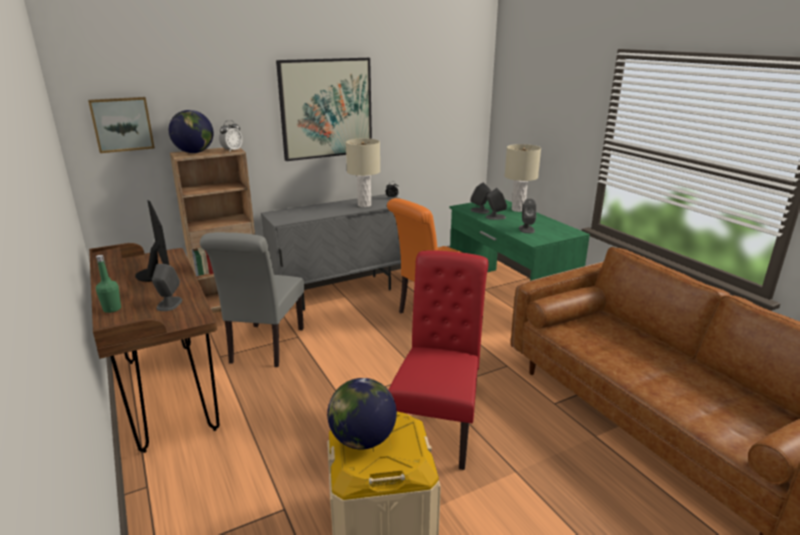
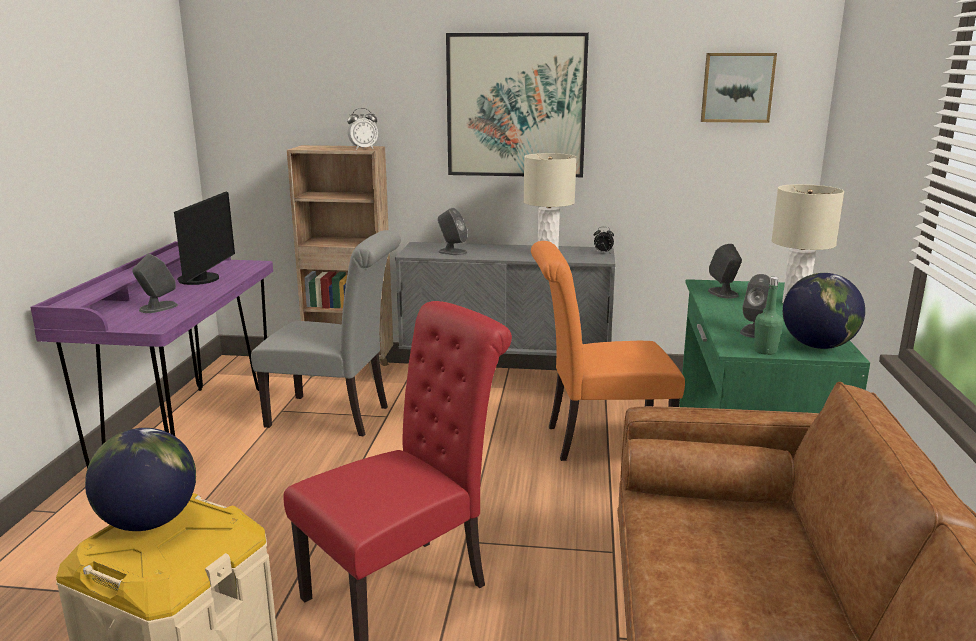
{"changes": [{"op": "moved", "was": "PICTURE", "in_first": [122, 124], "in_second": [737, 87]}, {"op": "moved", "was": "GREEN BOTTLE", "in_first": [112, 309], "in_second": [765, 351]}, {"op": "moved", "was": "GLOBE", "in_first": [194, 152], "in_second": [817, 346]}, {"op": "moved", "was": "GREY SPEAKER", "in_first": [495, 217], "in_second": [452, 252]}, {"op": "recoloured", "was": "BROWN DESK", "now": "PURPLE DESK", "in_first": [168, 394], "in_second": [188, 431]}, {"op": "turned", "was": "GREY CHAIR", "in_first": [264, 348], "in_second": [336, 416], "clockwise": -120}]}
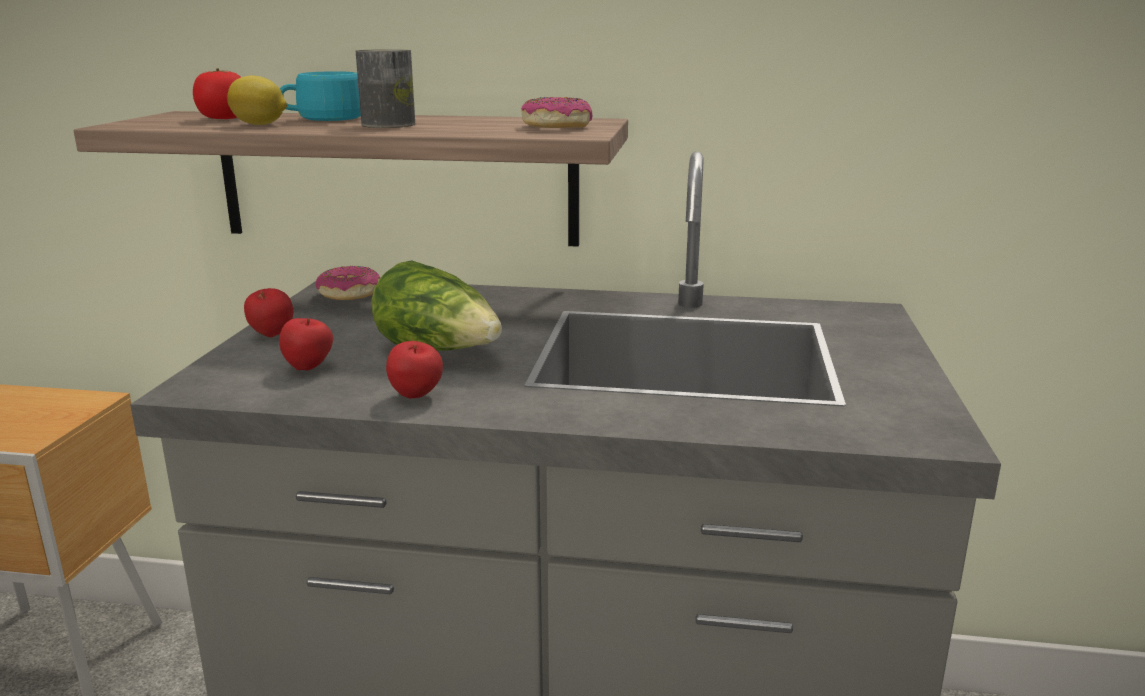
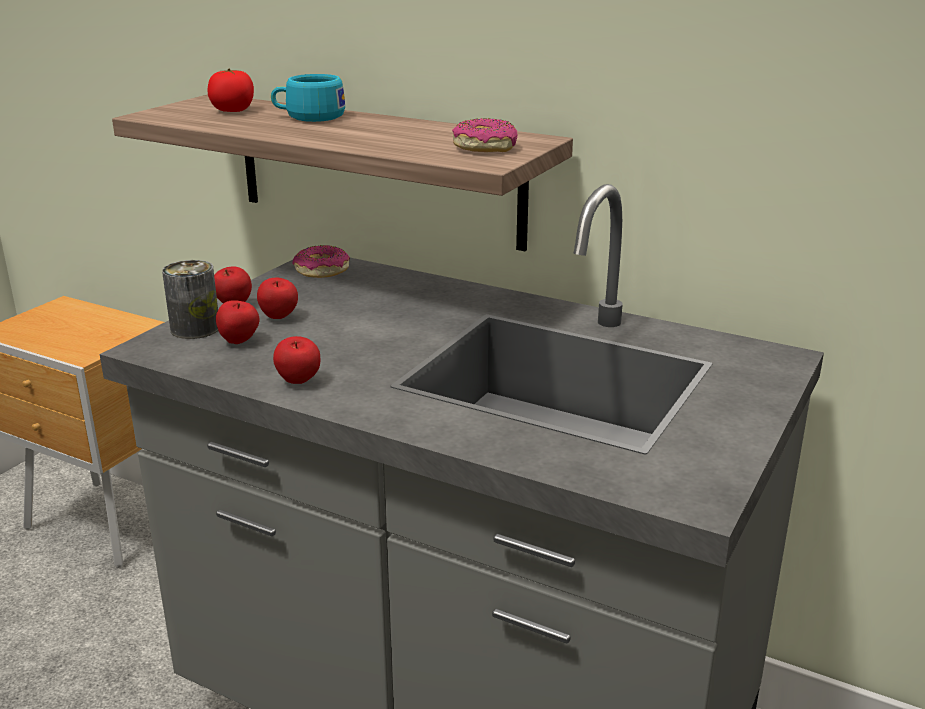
{"changes": [{"op": "removed", "was": "LEMON", "in_first": [260, 124]}, {"op": "removed", "was": "LETTUCE", "in_first": [439, 351]}, {"op": "added", "now": "APPLE", "in_second": [279, 318]}, {"op": "moved", "was": "CAN", "in_first": [388, 124], "in_second": [195, 328]}]}
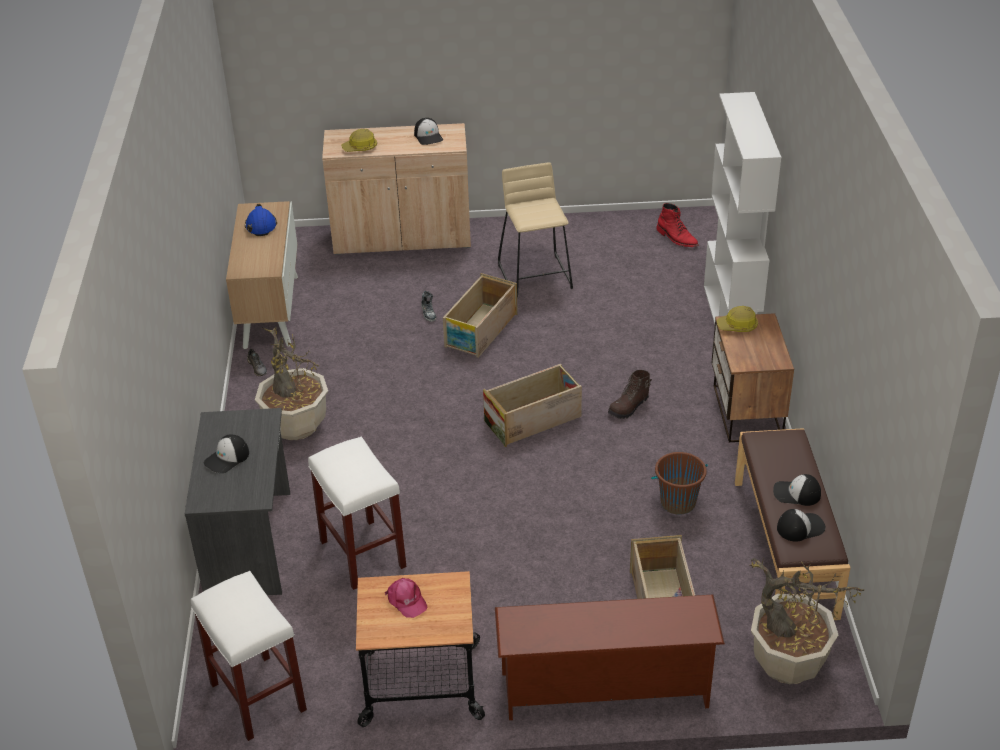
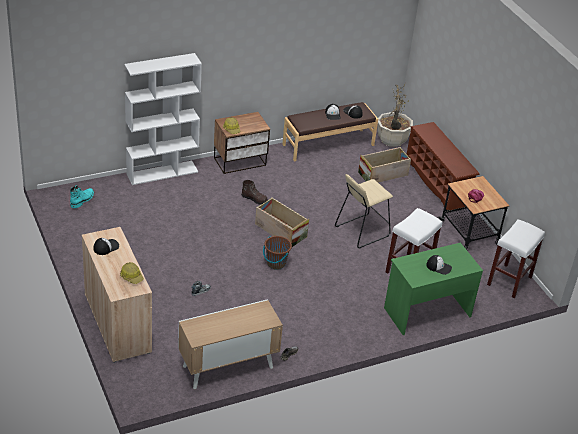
{"changes": [{"op": "removed", "was": "BLUE HARD HAT", "in_first": [261, 226]}, {"op": "removed", "was": "POTTED PLANT", "in_first": [297, 426]}, {"op": "removed", "was": "CRATE", "in_first": [480, 331]}, {"op": "moved", "was": "BEIGE STOOL", "in_first": [536, 276], "in_second": [362, 231]}, {"op": "moved", "was": "BROWN BUCKET", "in_first": [678, 502], "in_second": [276, 263]}, {"op": "recoloured", "was": "GREY DESK", "now": "GREEN DESK", "in_first": [251, 543], "in_second": [426, 311]}, {"op": "recoloured", "was": "RED BOOT", "now": "TURQUOISE BOOT", "in_first": [677, 238], "in_second": [82, 200]}]}
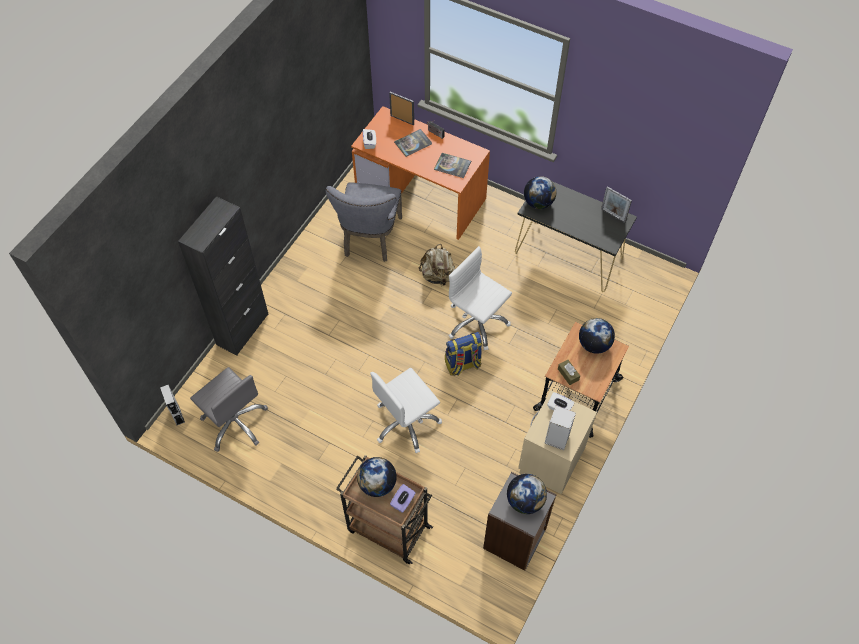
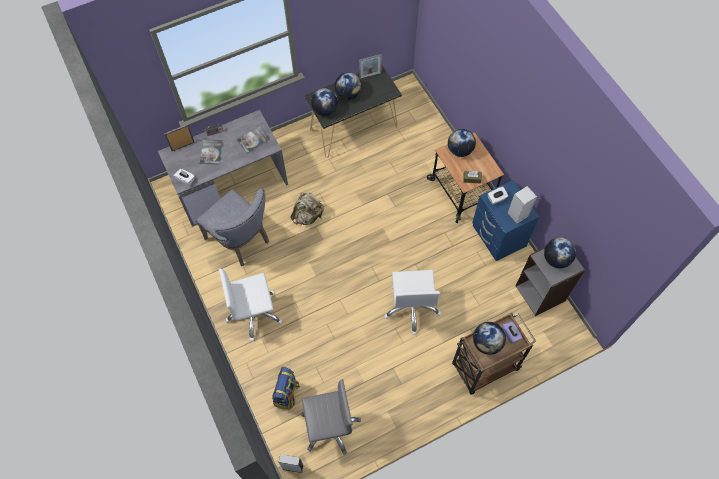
{"changes": [{"op": "removed", "was": "BLACK CABINET", "in_first": [242, 329]}, {"op": "added", "now": "GLOBE", "in_second": [348, 94]}, {"op": "moved", "was": "BACKPACK", "in_first": [462, 364], "in_second": [287, 394]}, {"op": "moved", "was": "WHITE OFFICE CHAIR", "in_first": [476, 323], "in_second": [254, 313]}, {"op": "recoloured", "was": "ORANGE DESK", "now": "GREY DESK", "in_first": [422, 196], "in_second": [231, 184]}, {"op": "recoloured", "was": "BEIGE NIGHTSTAND", "now": "BLUE NIGHTSTAND", "in_first": [551, 459], "in_second": [498, 236]}]}
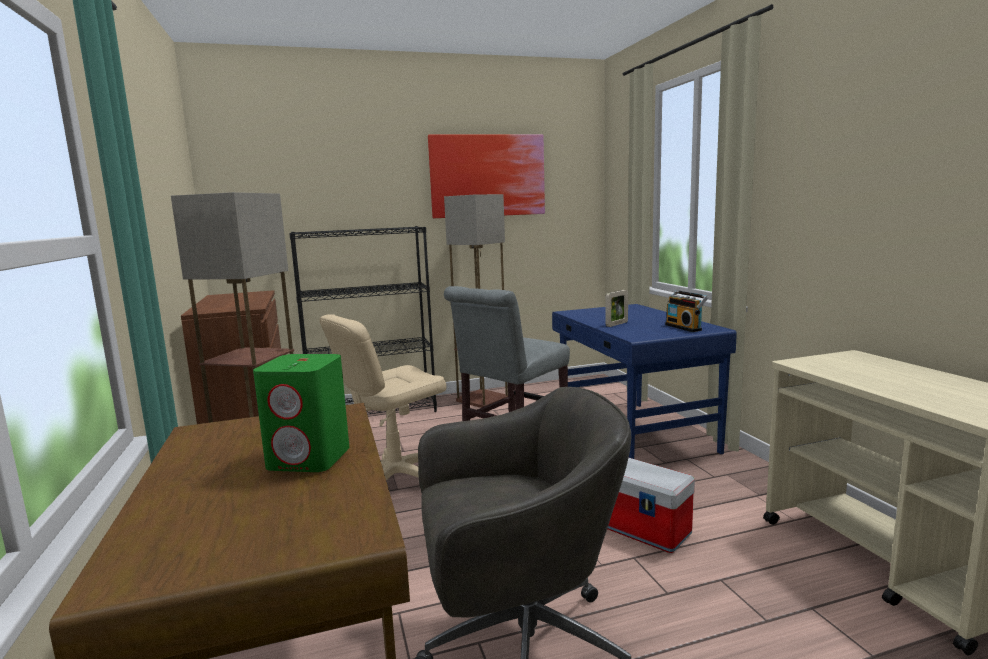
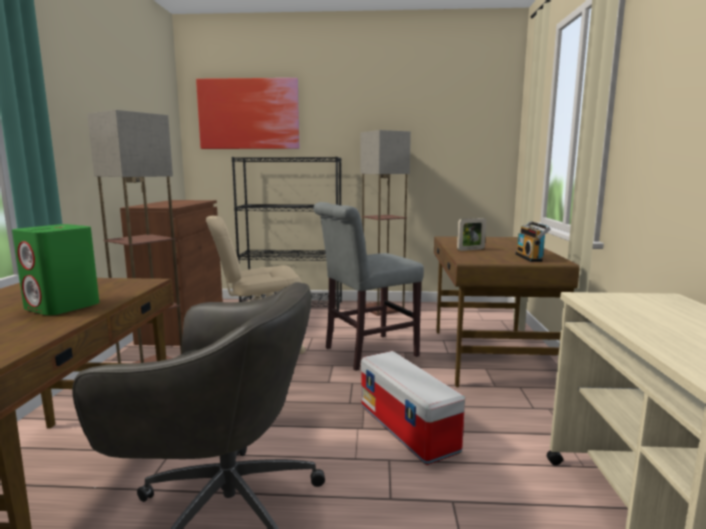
{"changes": [{"op": "moved", "was": "PICTURE", "in_first": [487, 176], "in_second": [249, 114]}, {"op": "recoloured", "was": "BLUE DESK", "now": "BROWN DESK", "in_first": [634, 434], "in_second": [488, 356]}]}
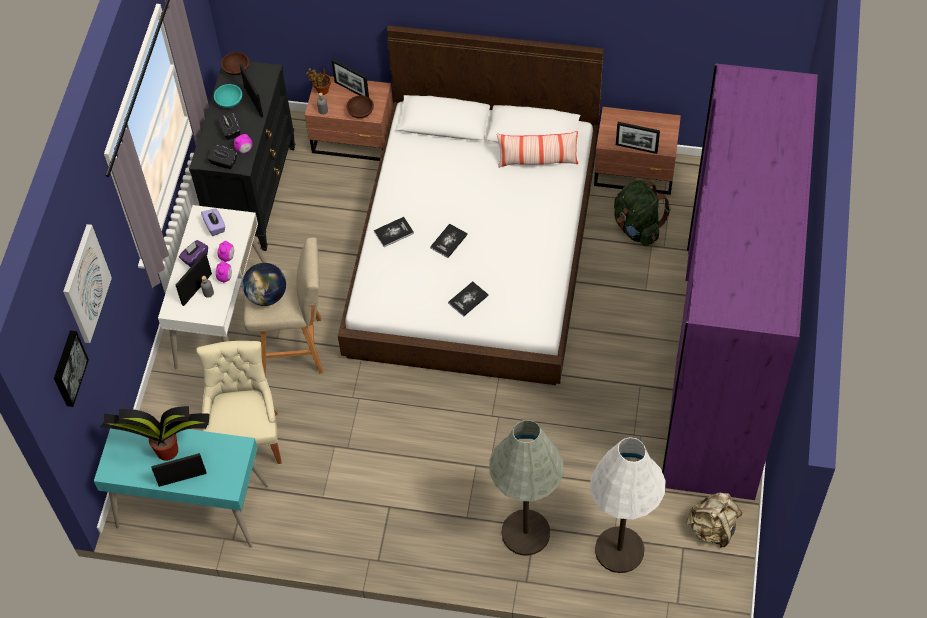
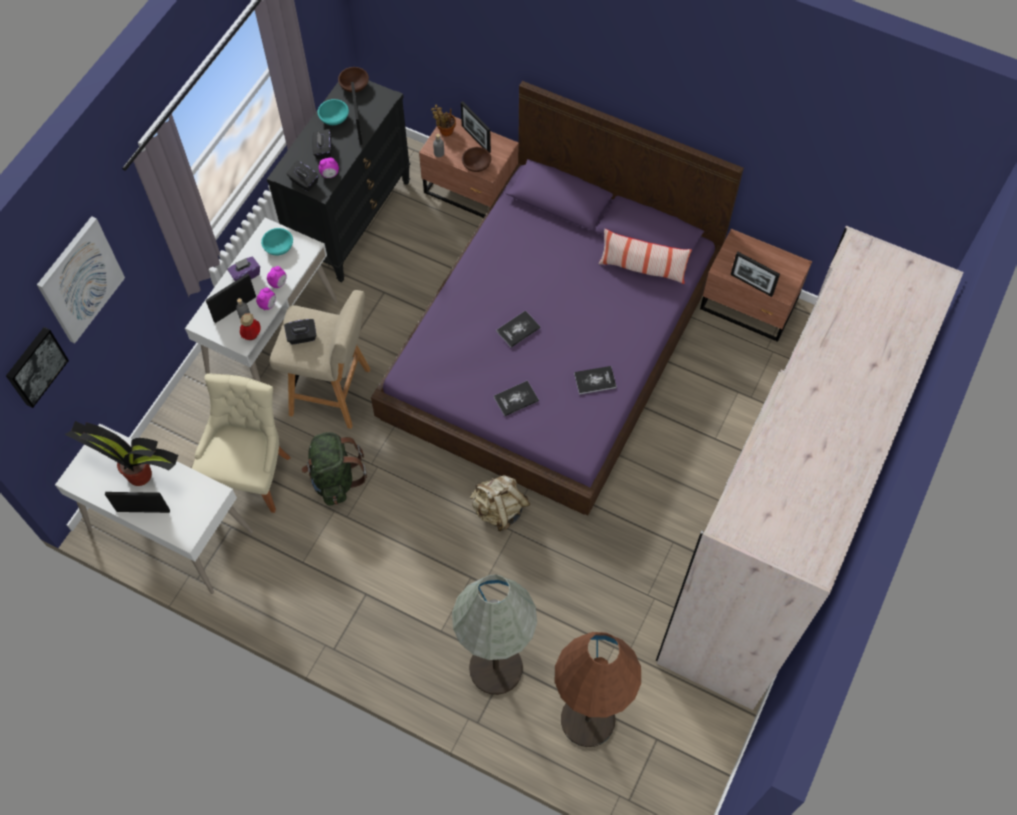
{"changes": [{"op": "added", "now": "BOTTLE", "in_second": [251, 334]}, {"op": "moved", "was": "BOOK", "in_first": [394, 232], "in_second": [595, 380]}, {"op": "moved", "was": "GREEN BACKPACK", "in_first": [637, 227], "in_second": [335, 478]}, {"op": "moved", "was": "BEIGE BACKPACK", "in_first": [712, 528], "in_second": [499, 510]}, {"op": "replaced", "was": "PURPLE TISSUE BOX", "now": "TURQUOISE BOWL", "in_first": [215, 226], "in_second": [278, 247]}, {"op": "replaced", "was": "GLOBE", "now": "BLACK TISSUE BOX", "in_first": [267, 295], "in_second": [302, 337]}, {"op": "recoloured", "was": "TURQUOISE DESK", "now": "WHITE DESK", "in_first": [192, 507], "in_second": [170, 531]}, {"op": "recoloured", "was": "WHITE BED", "now": "PURPLE BED", "in_first": [475, 247], "in_second": [553, 340]}, {"op": "recoloured", "was": "WHITE FLOOR LAMP", "now": "BROWN FLOOR LAMP", "in_first": [619, 550], "in_second": [587, 719]}, {"op": "recoloured", "was": "PURPLE WARDROBE", "now": "BEIGE WARDROBE", "in_first": [719, 370], "in_second": [764, 552]}]}
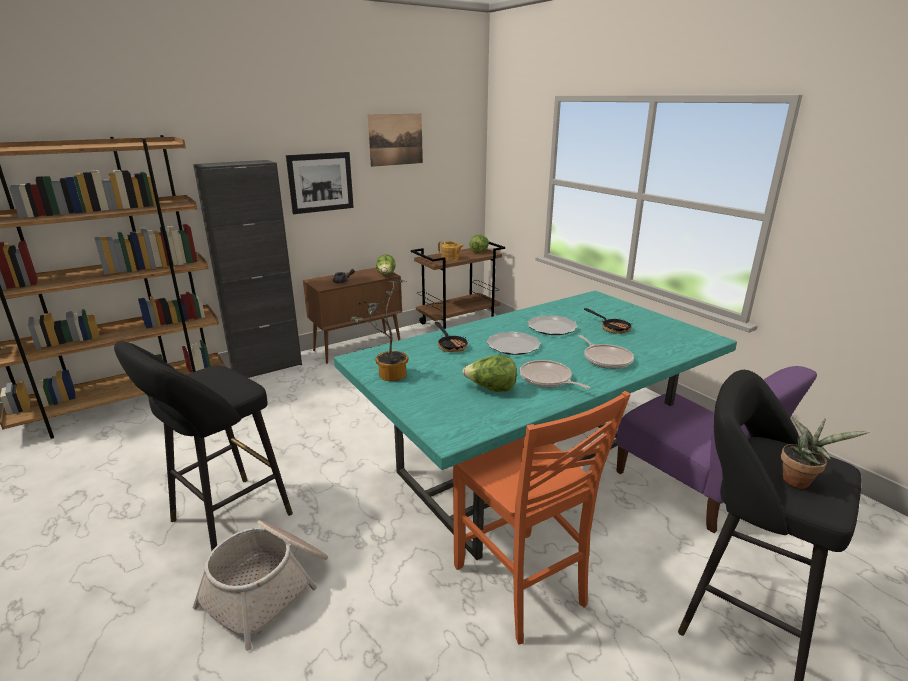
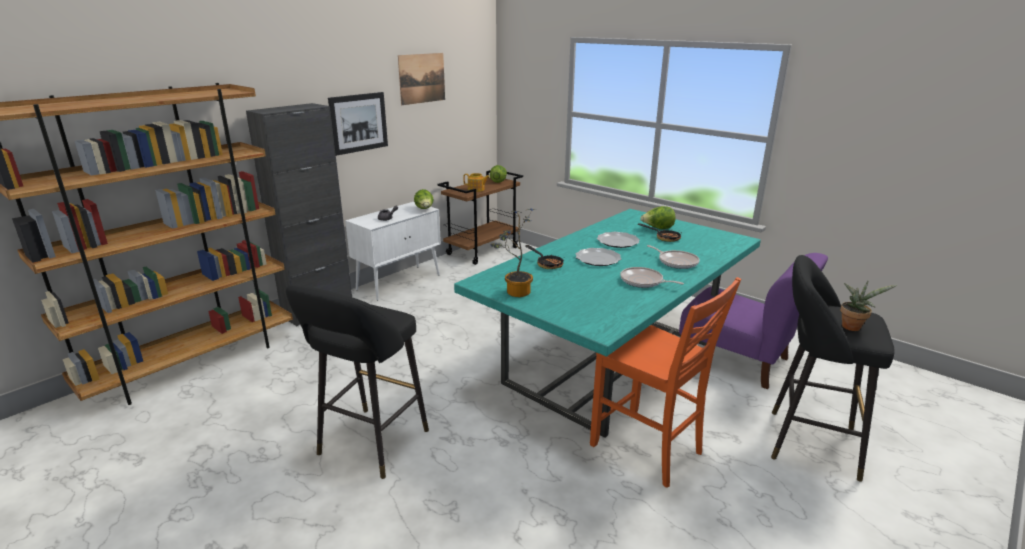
{"changes": [{"op": "removed", "was": "BASKET", "in_first": [269, 587]}, {"op": "moved", "was": "LETTUCE", "in_first": [491, 389], "in_second": [657, 229]}, {"op": "recoloured", "was": "BROWN CABINET", "now": "WHITE CABINET", "in_first": [358, 347], "in_second": [399, 282]}]}
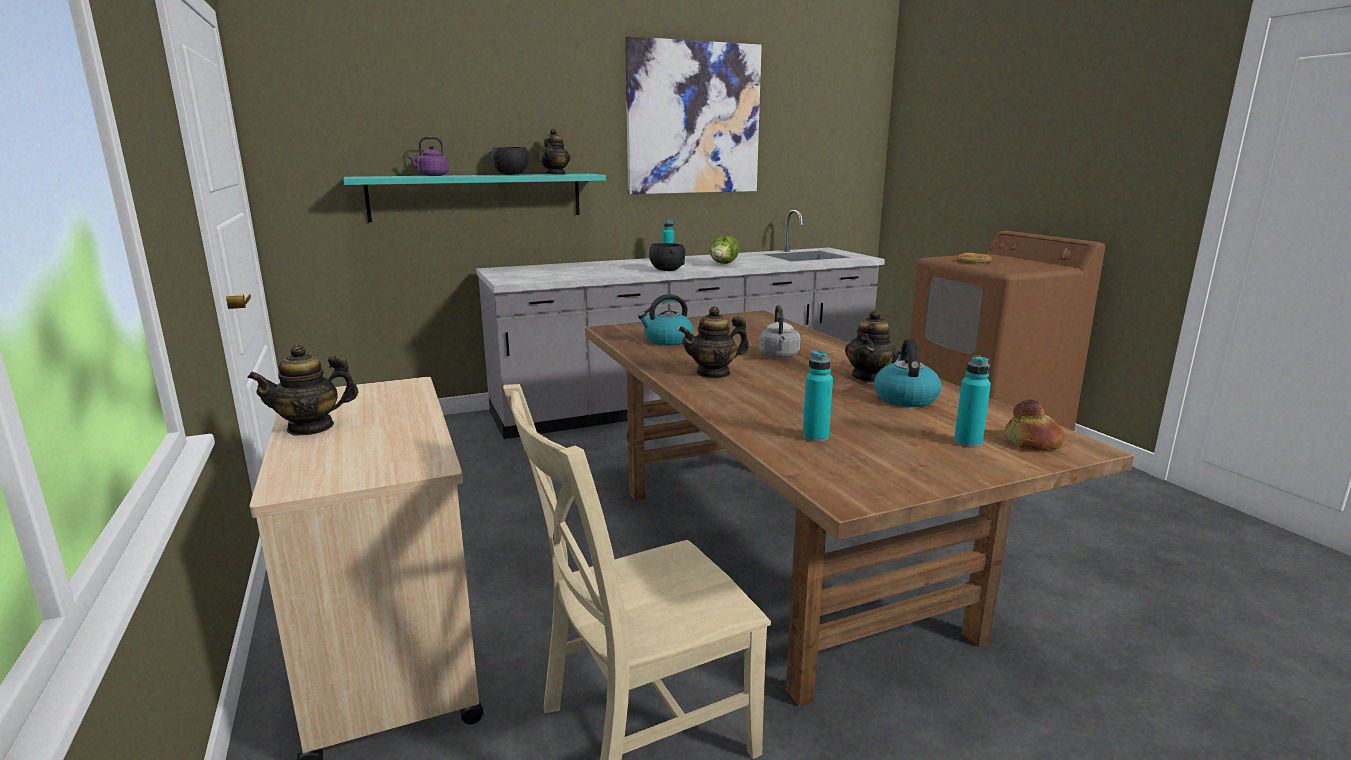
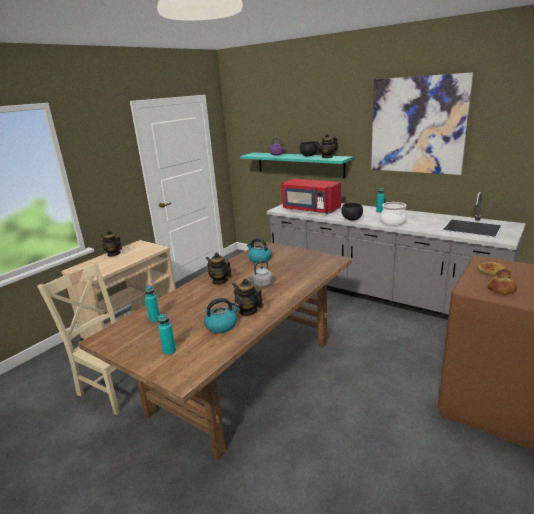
{"changes": [{"op": "added", "now": "RED MICROWAVE", "in_second": [310, 209]}, {"op": "moved", "was": "BREAD", "in_first": [1033, 442], "in_second": [502, 289]}, {"op": "replaced", "was": "LETTUCE", "now": "COOKING POT", "in_first": [723, 264], "in_second": [393, 222]}, {"op": "turned", "was": "TEAPOT", "in_first": [870, 377], "in_second": [248, 311], "clockwise": 45}]}
